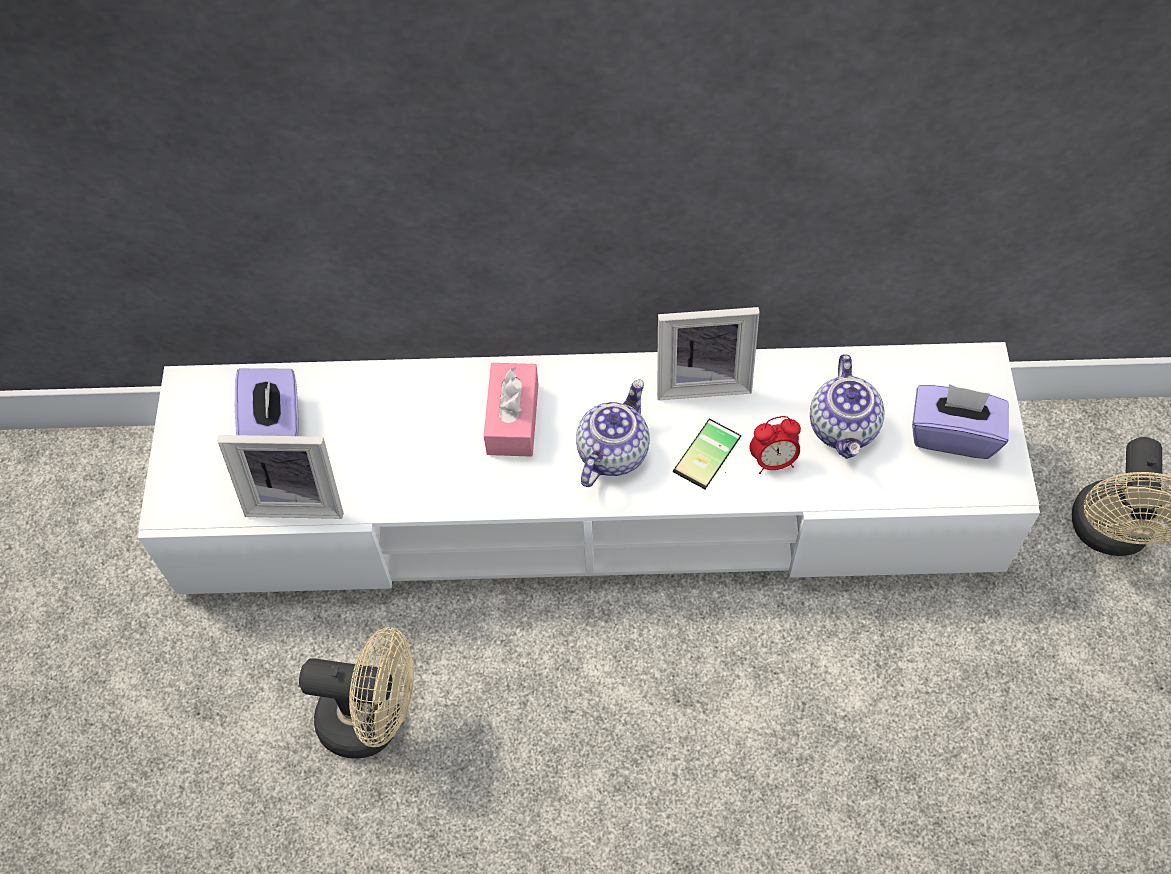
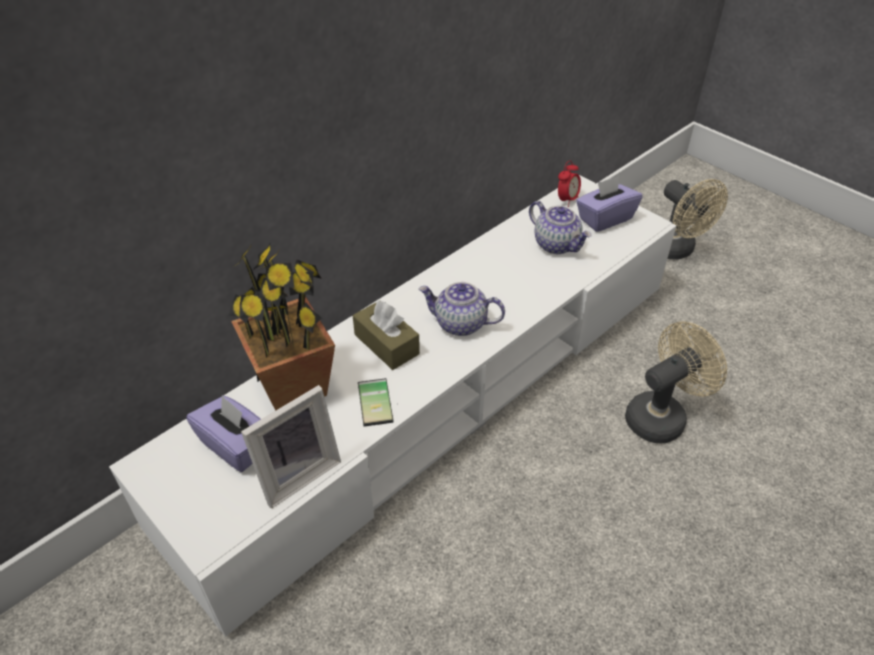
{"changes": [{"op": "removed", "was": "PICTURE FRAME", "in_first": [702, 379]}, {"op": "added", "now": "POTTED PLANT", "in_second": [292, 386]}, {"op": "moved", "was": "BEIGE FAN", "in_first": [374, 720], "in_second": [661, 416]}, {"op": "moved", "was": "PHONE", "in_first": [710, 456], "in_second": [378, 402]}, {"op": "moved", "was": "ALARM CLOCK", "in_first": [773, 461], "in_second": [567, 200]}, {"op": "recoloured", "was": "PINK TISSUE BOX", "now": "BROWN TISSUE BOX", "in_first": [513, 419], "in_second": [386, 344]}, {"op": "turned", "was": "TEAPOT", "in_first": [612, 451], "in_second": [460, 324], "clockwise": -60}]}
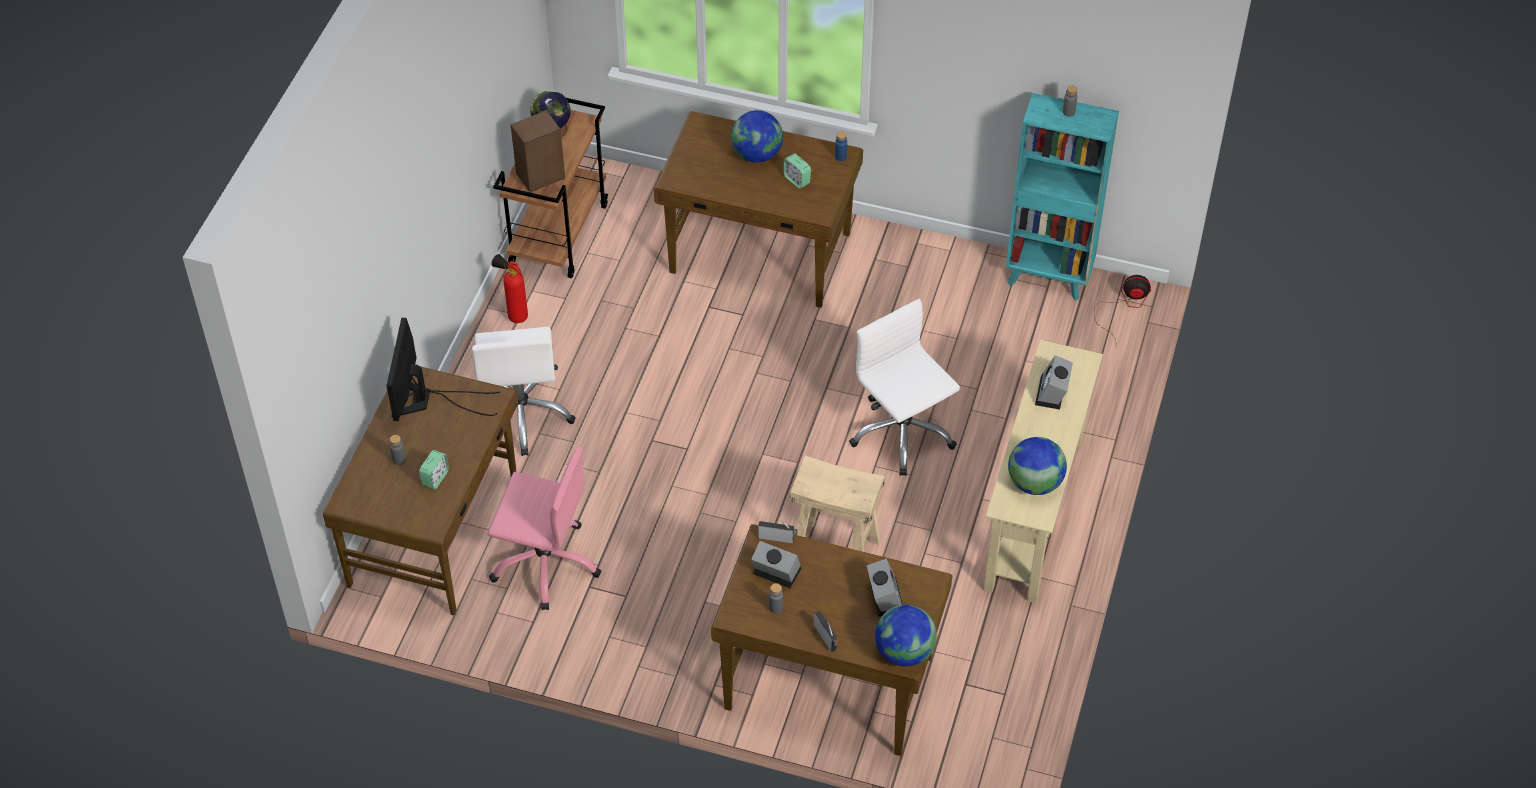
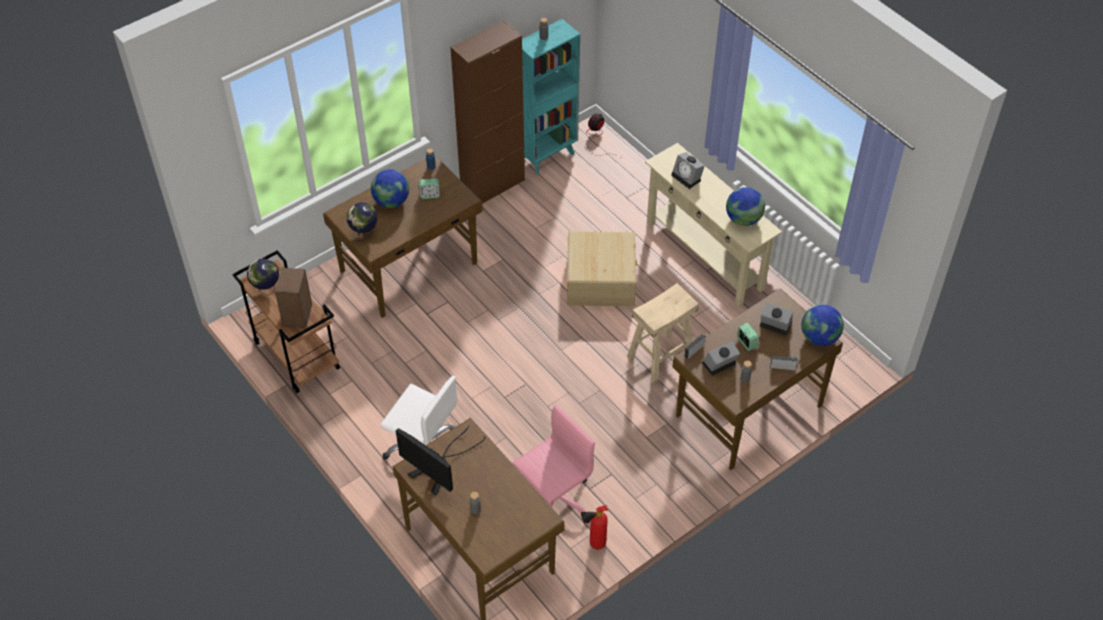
{"changes": [{"op": "added", "now": "GLOBE", "in_second": [364, 233]}, {"op": "added", "now": "BROWN CABINET", "in_second": [492, 186]}, {"op": "moved", "was": "ALARM CLOCK", "in_first": [435, 478], "in_second": [746, 343]}, {"op": "moved", "was": "FIRE EXTINGUISHER", "in_first": [514, 315], "in_second": [594, 544]}, {"op": "replaced", "was": "WHITE OFFICE CHAIR", "now": "BEIGE STORAGE BOX", "in_first": [901, 433], "in_second": [600, 279]}]}
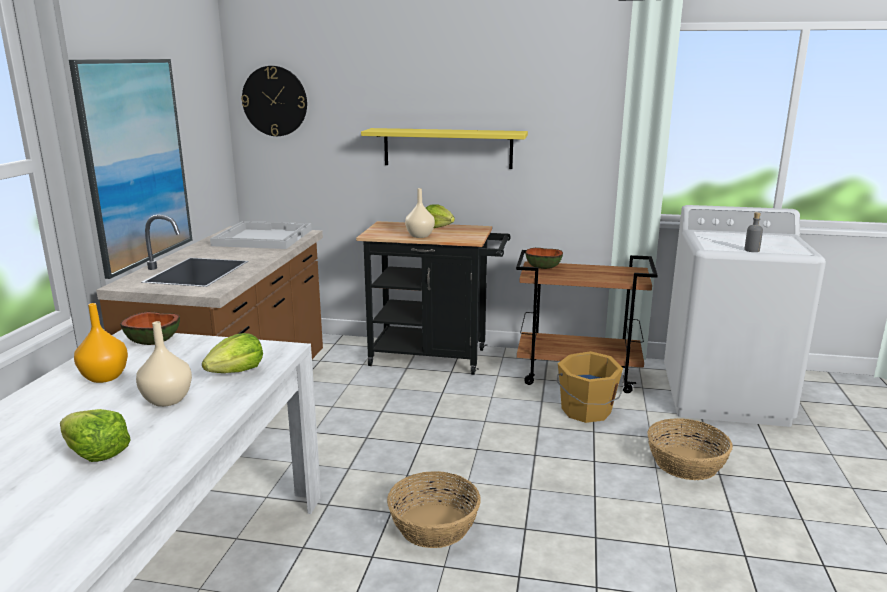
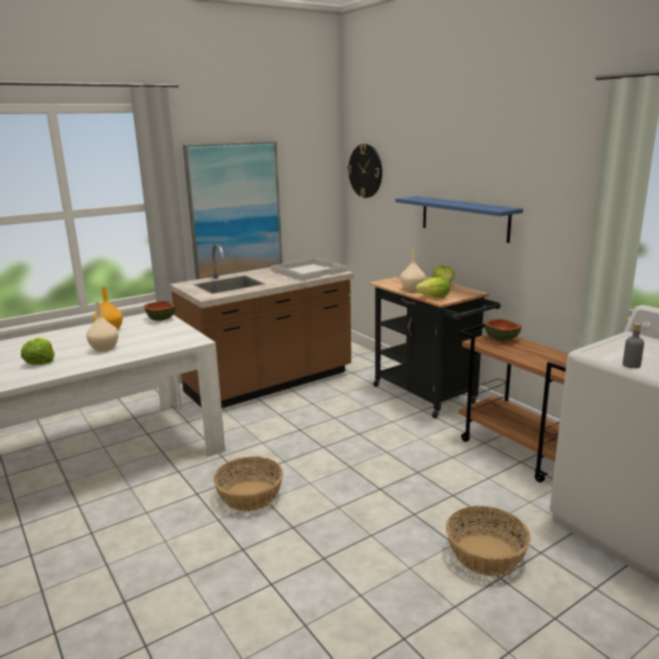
{"changes": [{"op": "removed", "was": "ORANGE BUCKET", "in_first": [586, 411]}, {"op": "moved", "was": "LETTUCE", "in_first": [237, 371], "in_second": [434, 297]}, {"op": "recoloured", "was": "YELLOW SHELF", "now": "BLUE SHELF", "in_first": [447, 148], "in_second": [464, 218]}]}
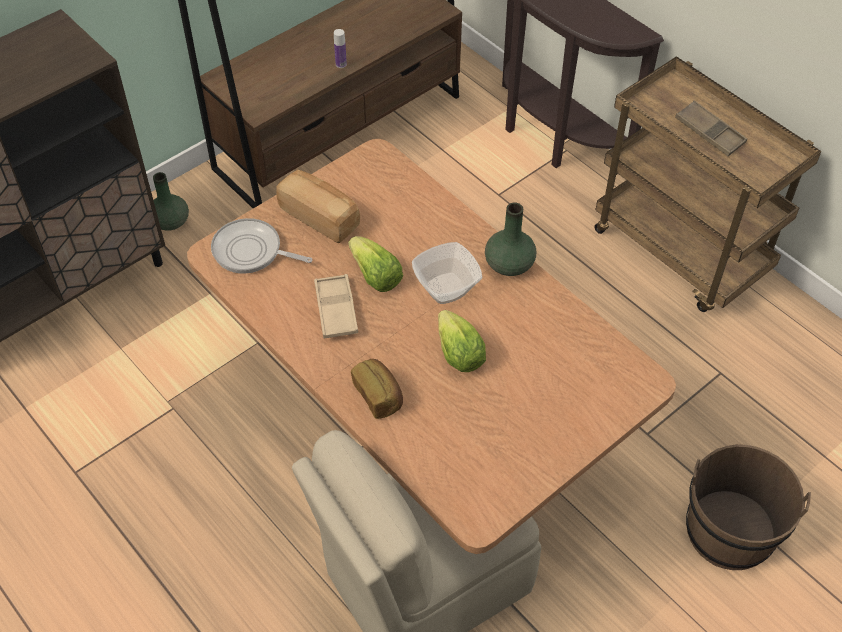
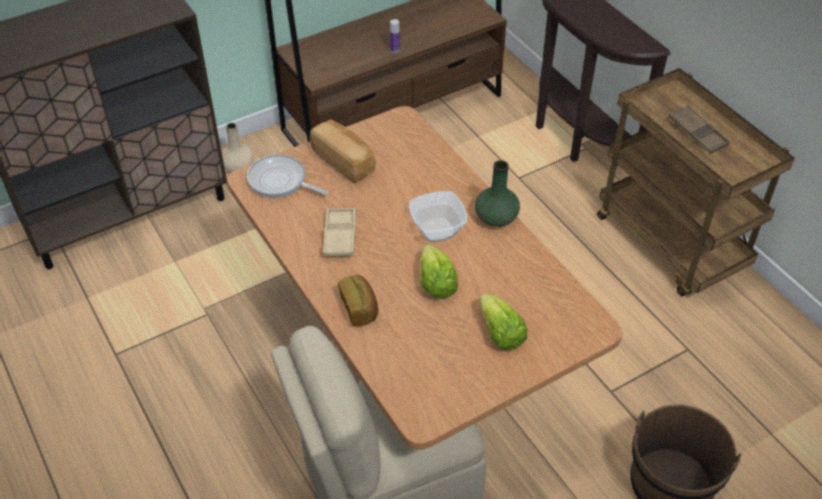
{"changes": [{"op": "moved", "was": "LETTUCE", "in_first": [375, 276], "in_second": [500, 333]}, {"op": "recoloured", "was": "GREEN VASE", "now": "BEIGE VASE", "in_first": [171, 221], "in_second": [238, 167]}]}
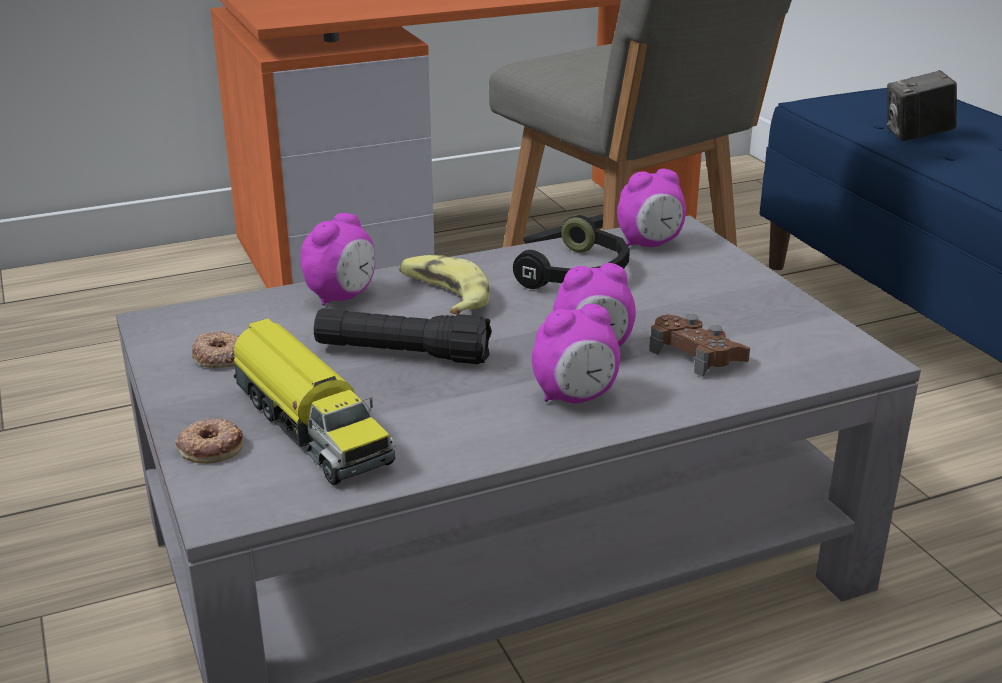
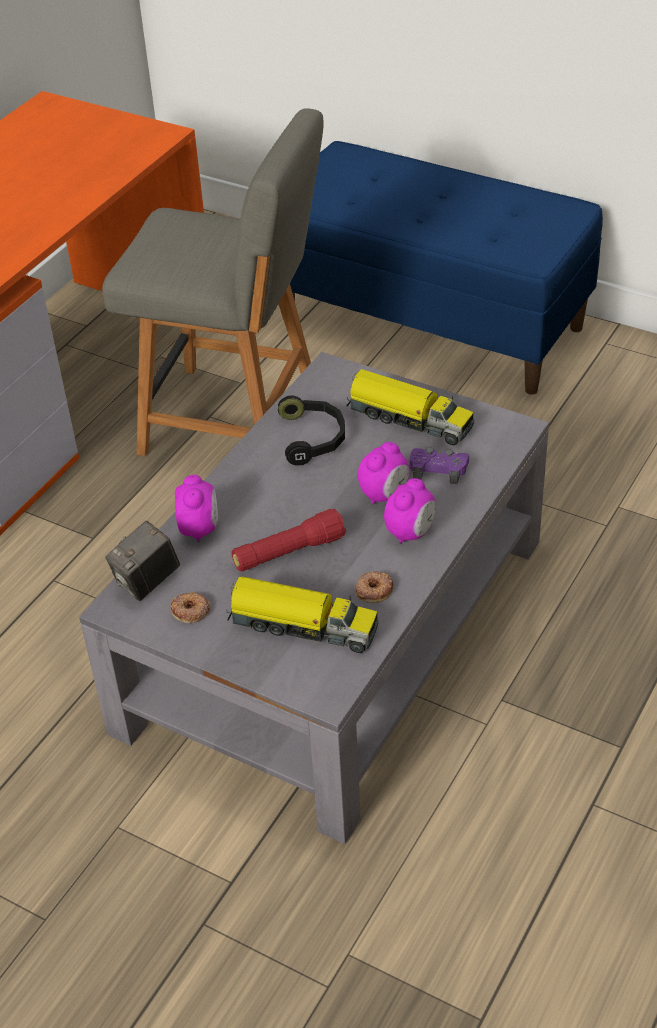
{"changes": [{"op": "removed", "was": "BANANA", "in_first": [443, 295]}, {"op": "removed", "was": "ALARM CLOCK", "in_first": [650, 244]}, {"op": "added", "now": "TOY TRUCK", "in_second": [408, 419]}, {"op": "moved", "was": "DONUT", "in_first": [210, 447], "in_second": [374, 590]}, {"op": "moved", "was": "PHOTO CAMERA", "in_first": [916, 136], "in_second": [147, 582]}, {"op": "recoloured", "was": "BLACK FLASHLIGHT", "now": "RED FLASHLIGHT", "in_first": [402, 354], "in_second": [289, 552]}, {"op": "recoloured", "was": "BROWN GAME CONTROLLER", "now": "PURPLE GAME CONTROLLER", "in_first": [696, 355], "in_second": [438, 469]}]}
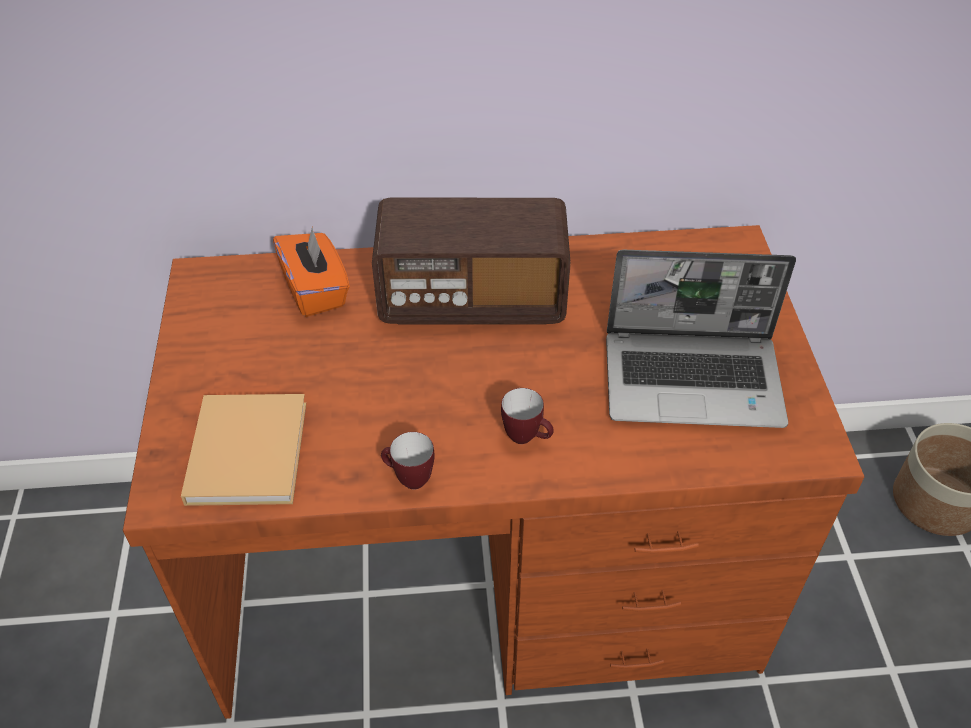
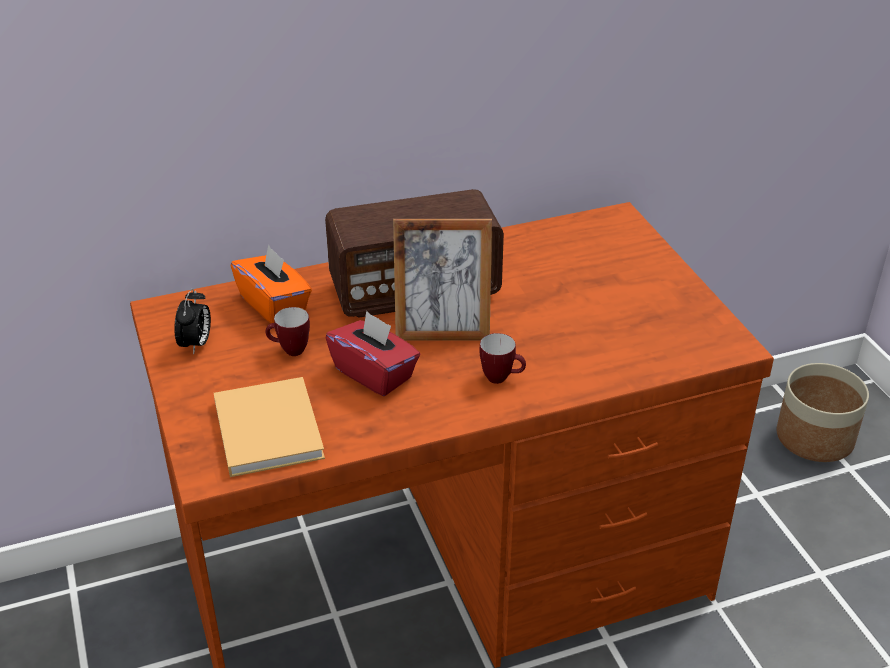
{"changes": [{"op": "removed", "was": "LAPTOP", "in_first": [694, 379]}, {"op": "added", "now": "ALARM CLOCK", "in_second": [196, 344]}, {"op": "added", "now": "RED TISSUE BOX", "in_second": [374, 373]}, {"op": "added", "now": "PICTURE FRAME", "in_second": [442, 332]}, {"op": "moved", "was": "MUG", "in_first": [408, 479], "in_second": [289, 351]}]}
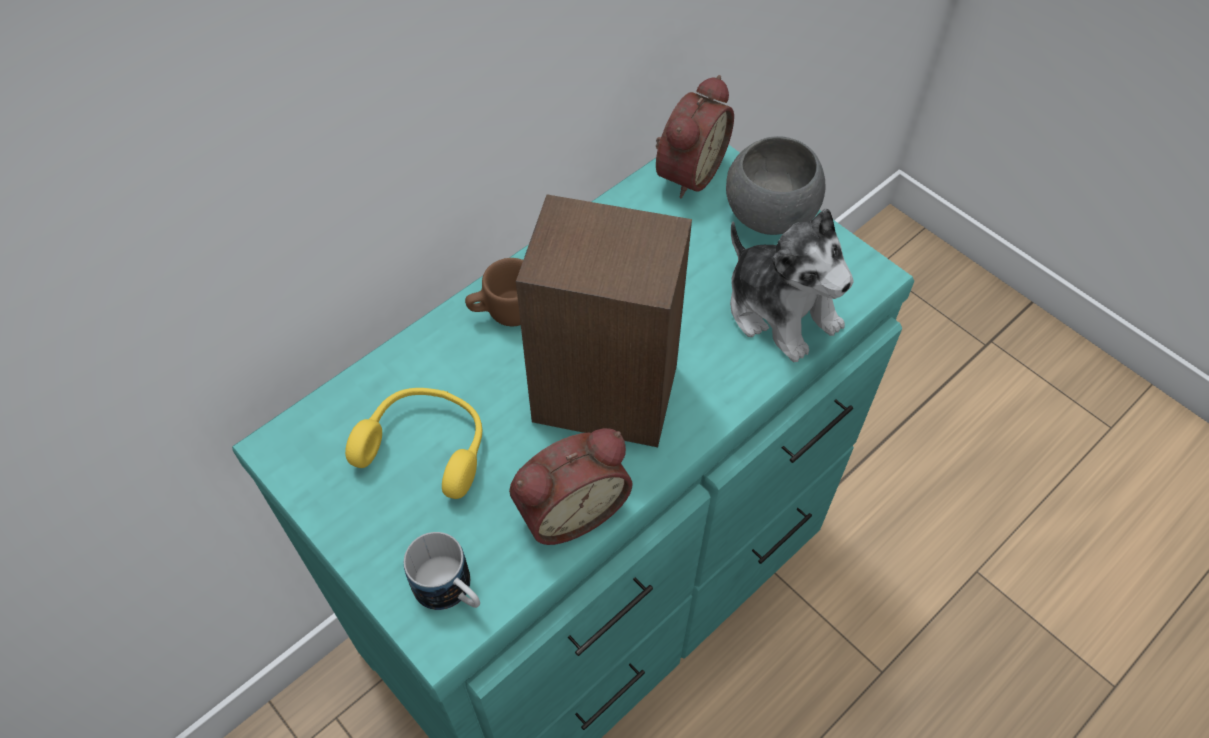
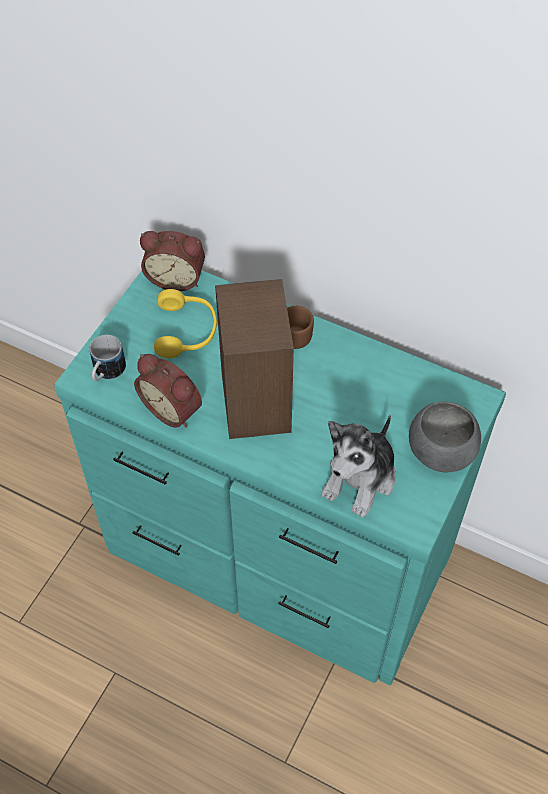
{"changes": [{"op": "moved", "was": "ALARM CLOCK", "in_first": [686, 172], "in_second": [176, 277]}]}
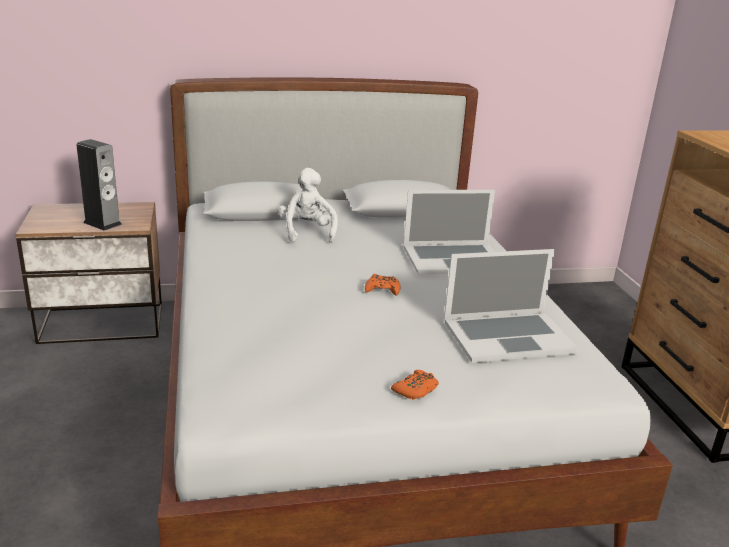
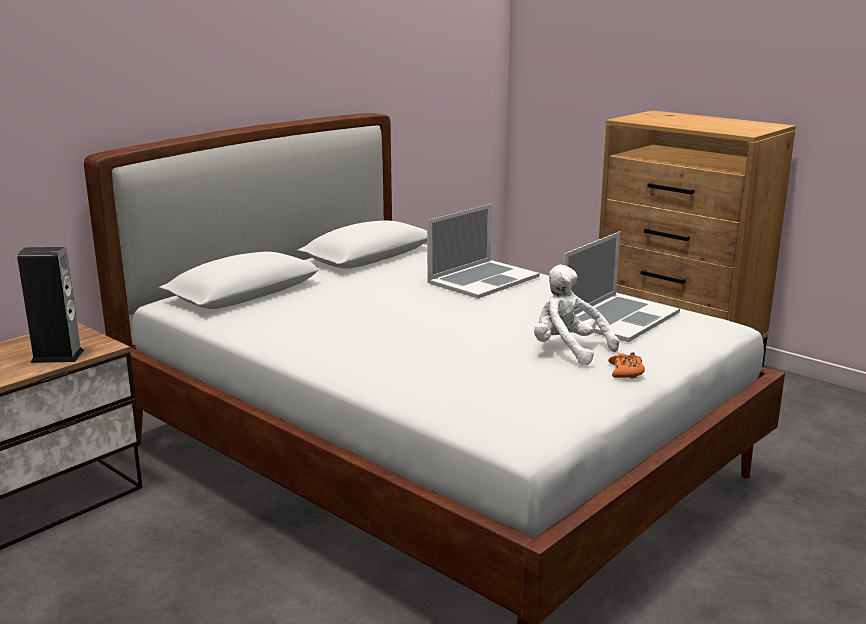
{"changes": [{"op": "removed", "was": "ORANGE GAME CONTROLLER", "in_first": [382, 290]}, {"op": "moved", "was": "WHITE PLUSH TOY", "in_first": [307, 232], "in_second": [568, 350]}]}
